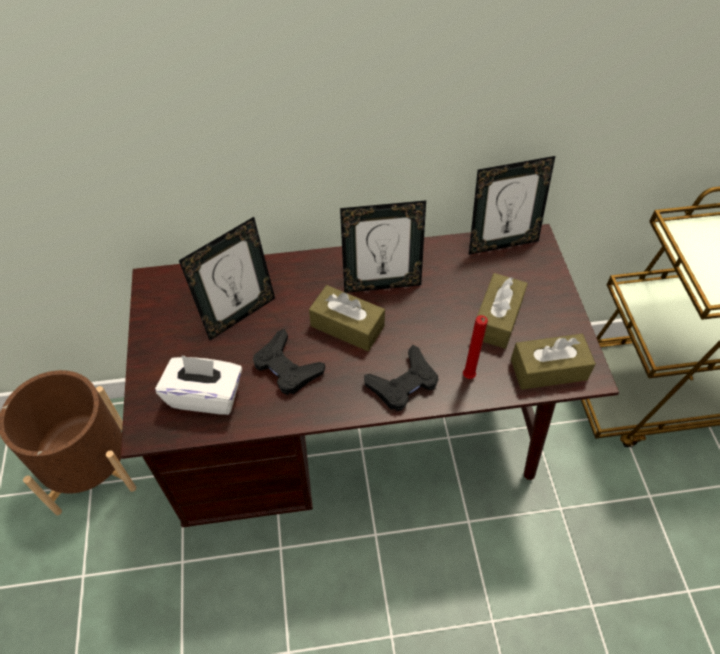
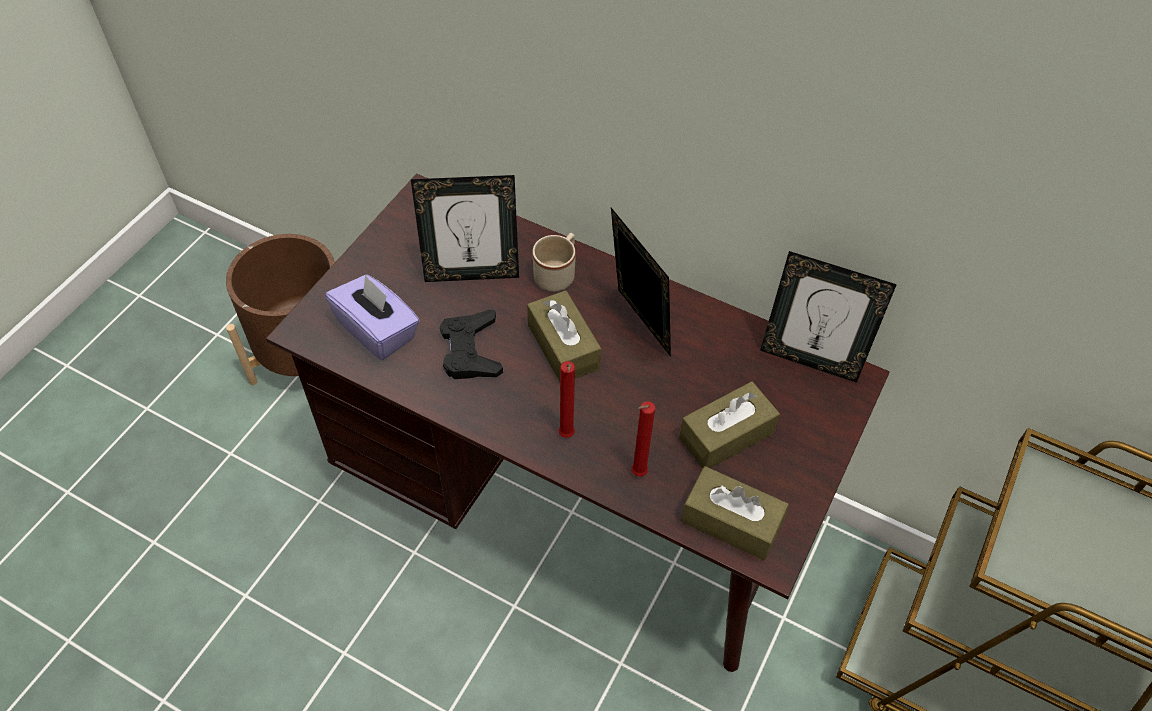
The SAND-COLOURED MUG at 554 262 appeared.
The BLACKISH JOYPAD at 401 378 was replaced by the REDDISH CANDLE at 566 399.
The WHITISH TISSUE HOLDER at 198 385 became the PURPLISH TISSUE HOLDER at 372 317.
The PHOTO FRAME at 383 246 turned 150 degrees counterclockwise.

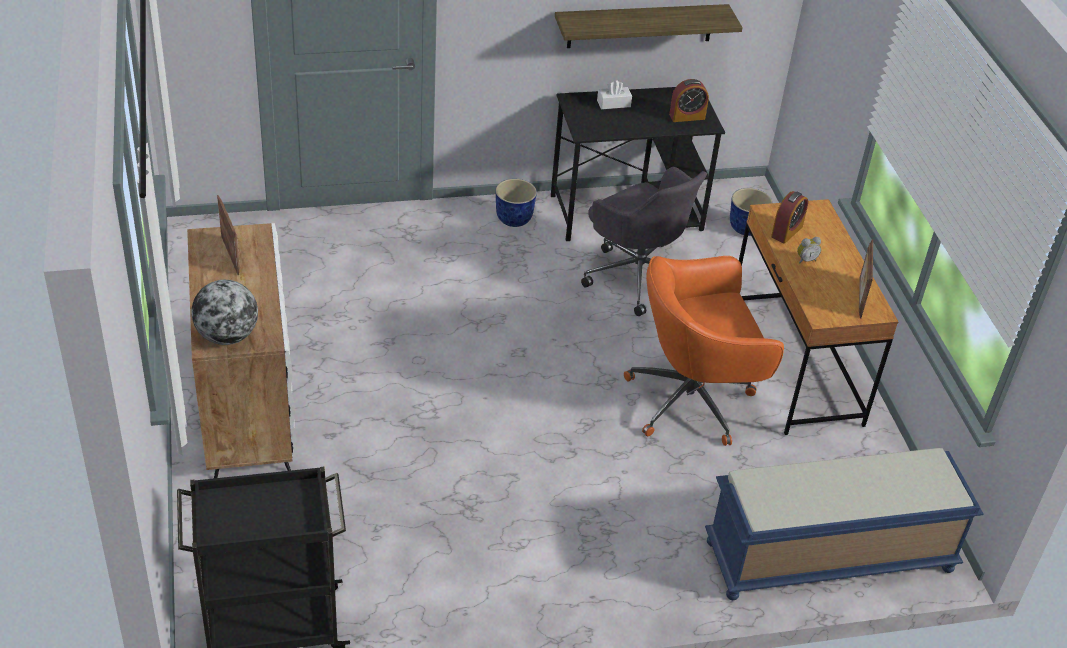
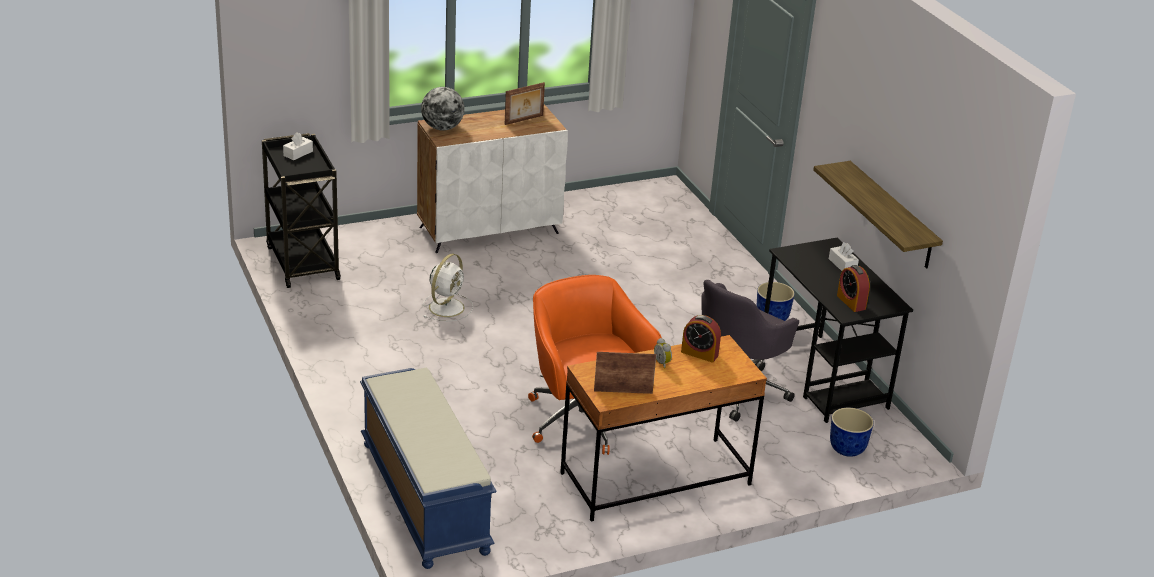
The WHITISH TISSUE HOLDER at 298 146 appeared.
The WHITISH COOLING FAN at 448 288 appeared.

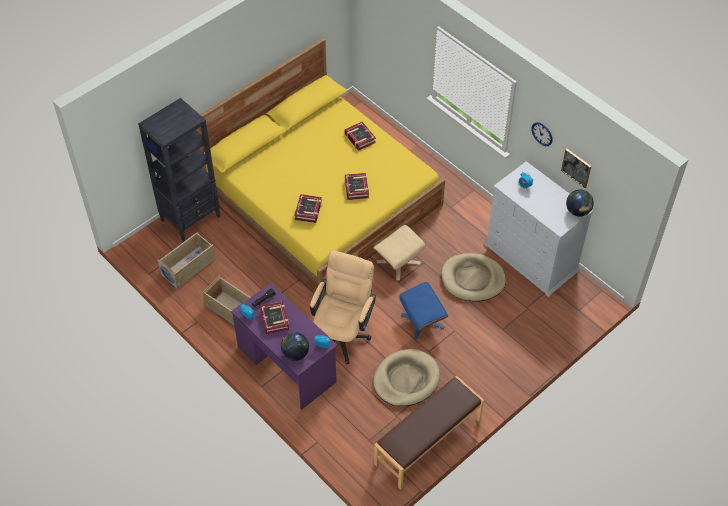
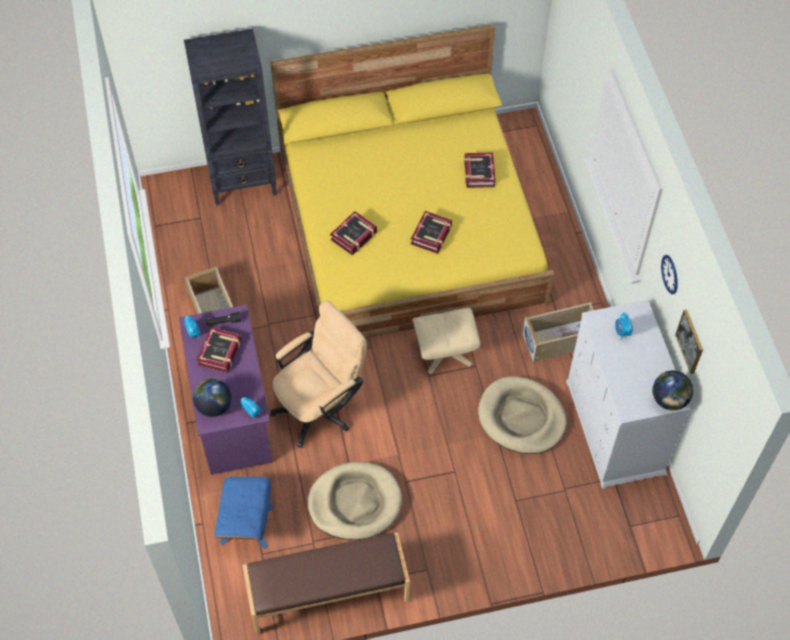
The SAND-COLOURED STORAGE CONTAINER moved from 186 260 to 557 332.
The BLUE OTTOMAN moved from 423 310 to 244 512.

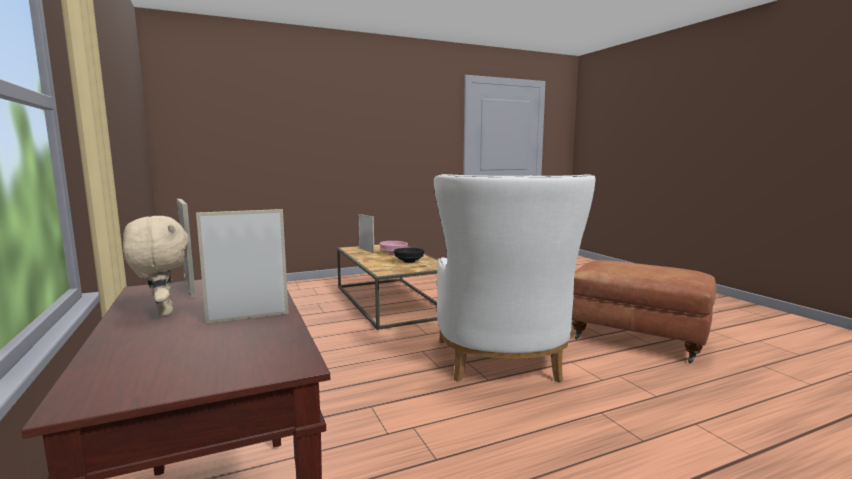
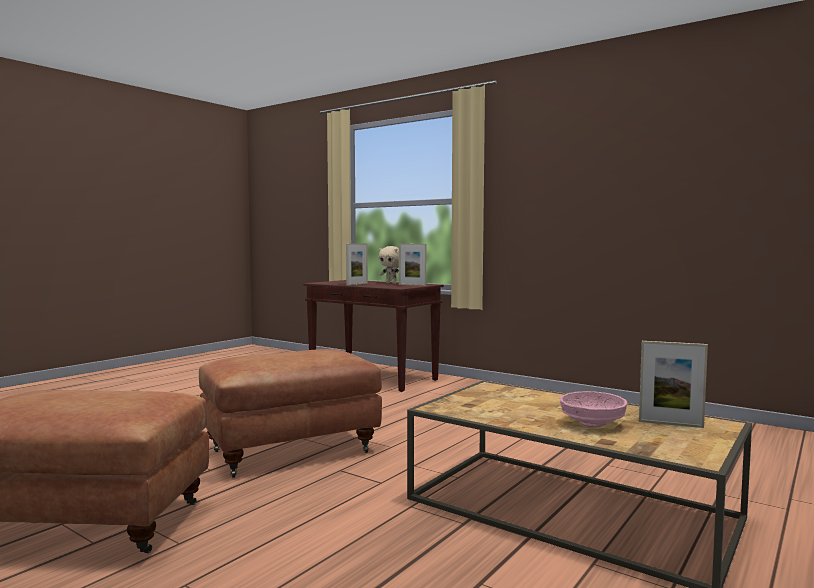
The BLACKISH SERVING BOWL at 409 255 disappeared.
The WHITISH EASY CHAIR at 515 278 was replaced by the BROWN OTTOMAN at 290 413.

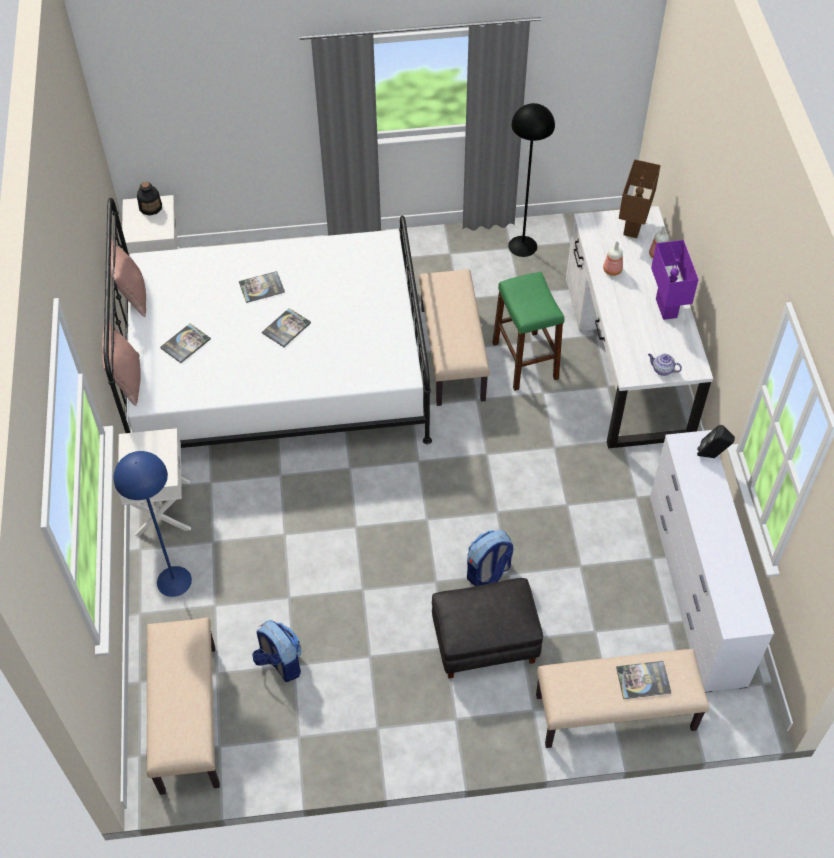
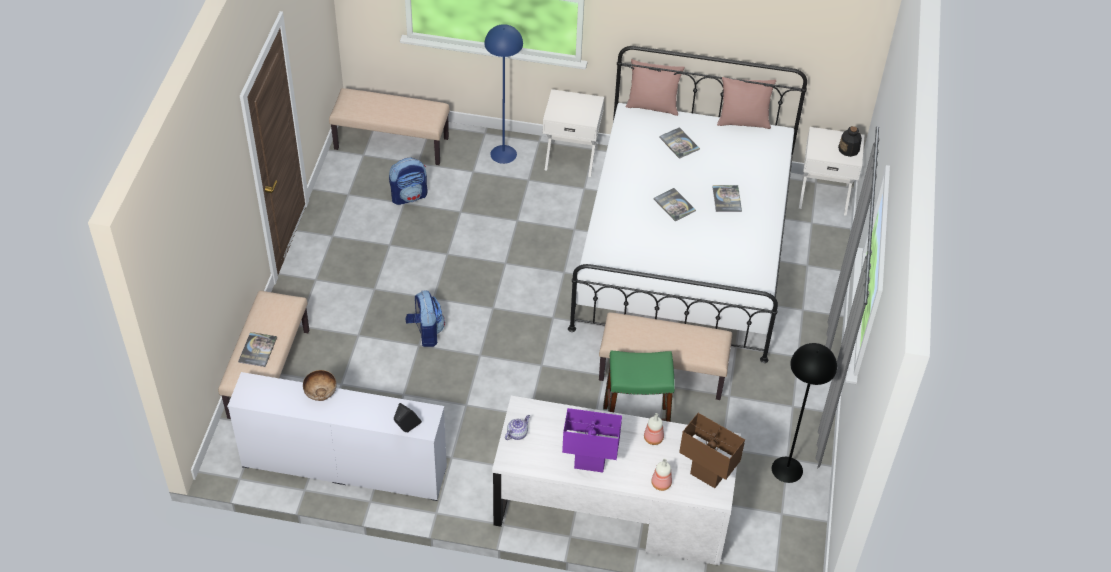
The BLACKISH OTTOMAN at 487 628 disappeared.
The SERVING BOWL at 320 385 appeared.

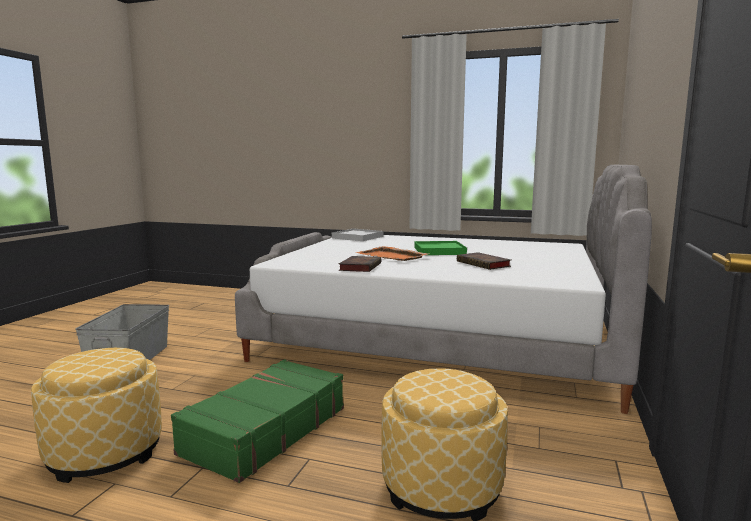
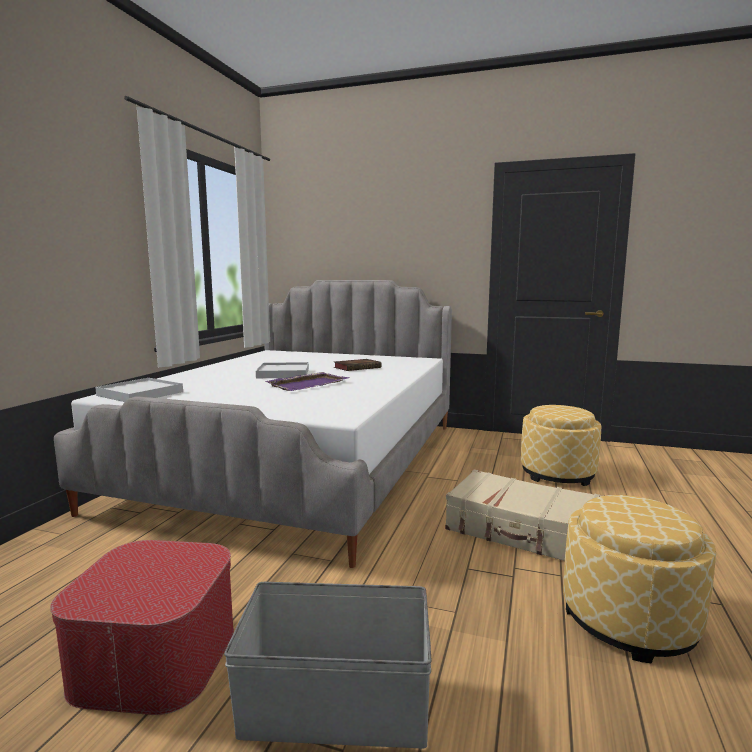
The VOLUME at 360 264 disappeared.
The OTTOMAN at 142 627 appeared.
The GREEN PIECE OF LUGGAGE at 257 421 became the SAND-COLOURED PIECE OF LUGGAGE at 523 515.
The ORANGEY TRAY at 392 253 became the PURPLISH TRAY at 306 381.
The GREEN TRAY at 441 248 became the WHITISH TRAY at 282 370.

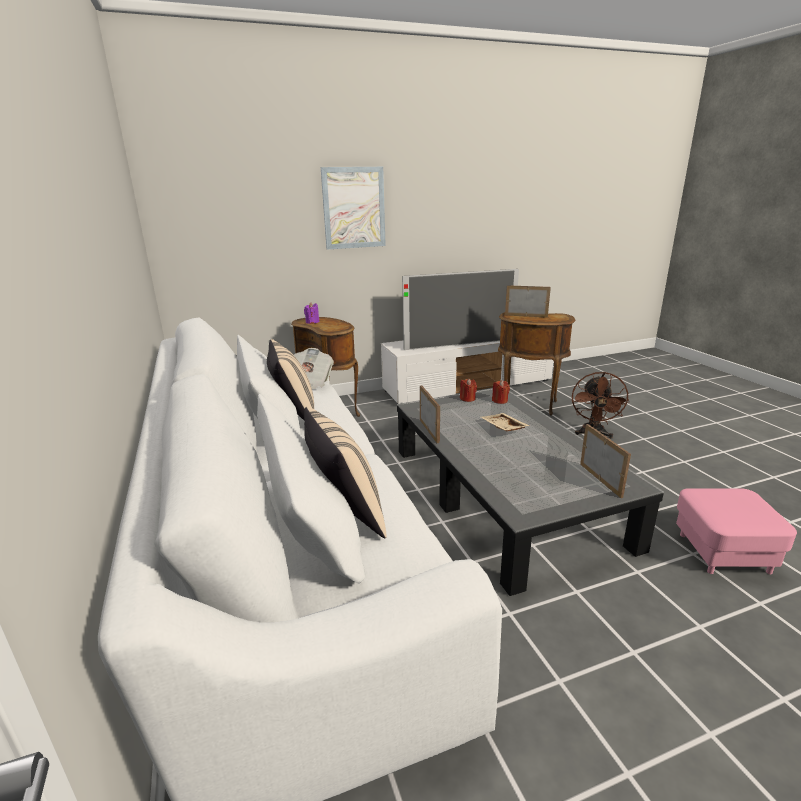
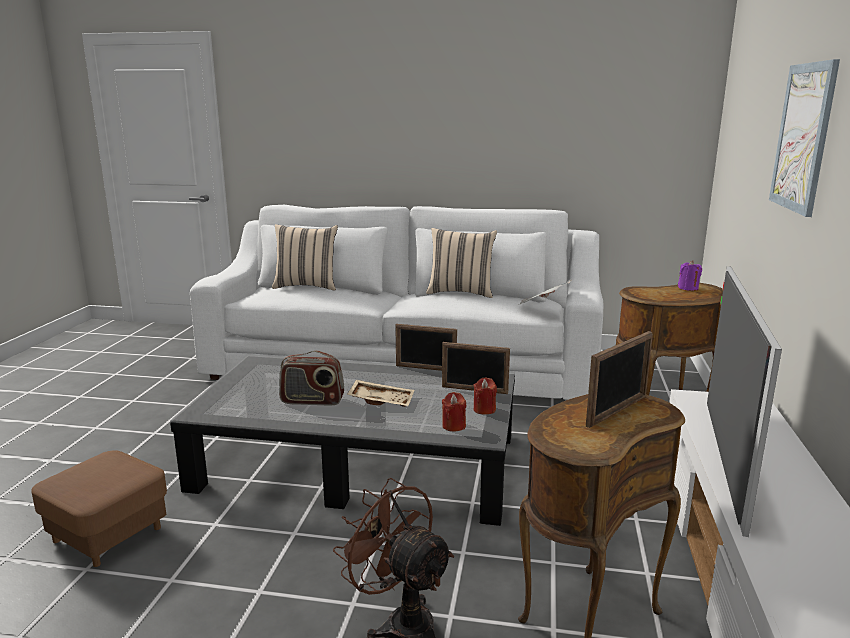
The RADIO RECEIVER at 311 378 appeared.
The PHOTO FRAME moved from 605 461 to 476 368.
The PINK-COLOURED OTTOMAN at 736 531 became the BROWN OTTOMAN at 99 508.

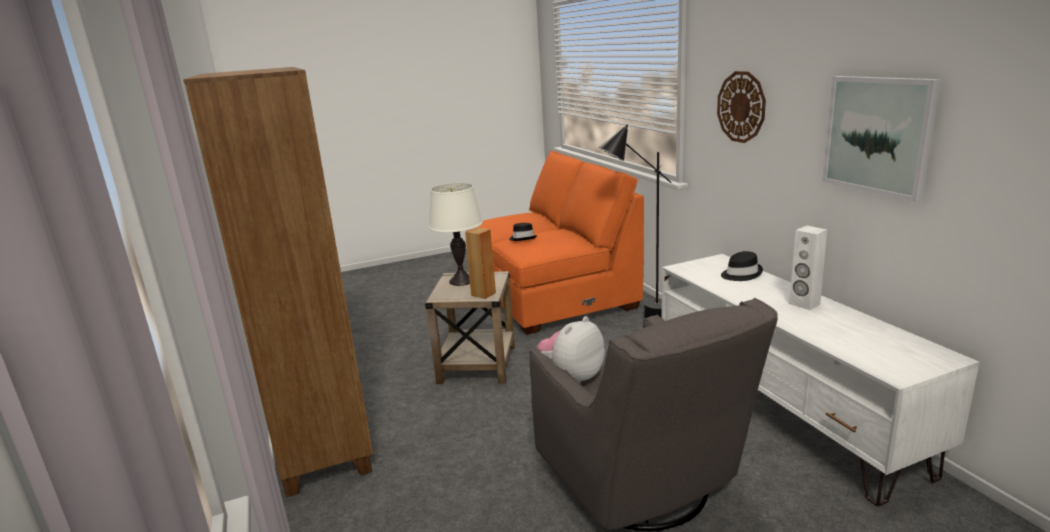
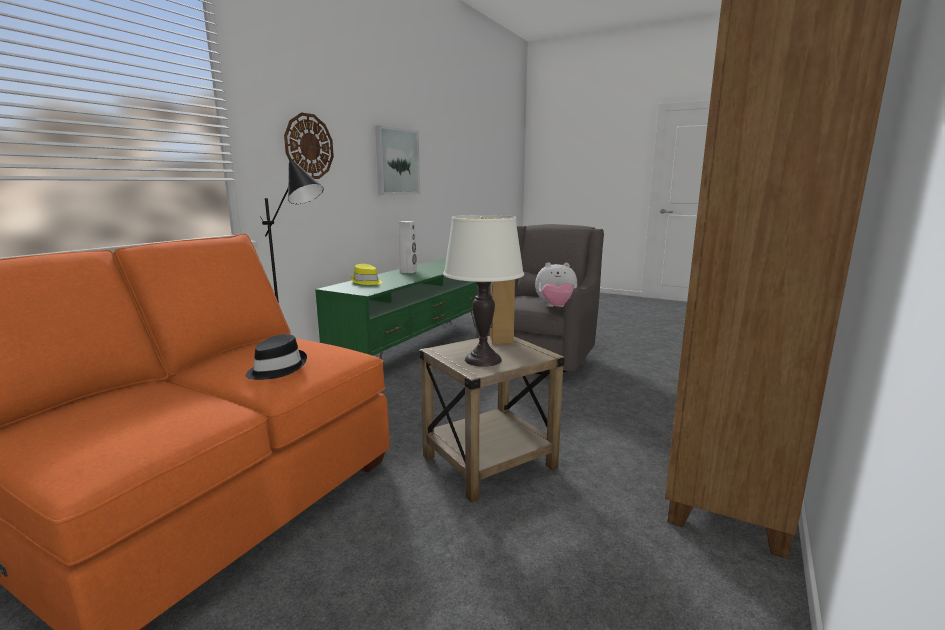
The WHITISH TV UNIT at 820 380 became the GREEN TV UNIT at 396 308.
The BLACKISH CLOTHING HAT at 742 266 became the YELLOW CLOTHING HAT at 366 274.

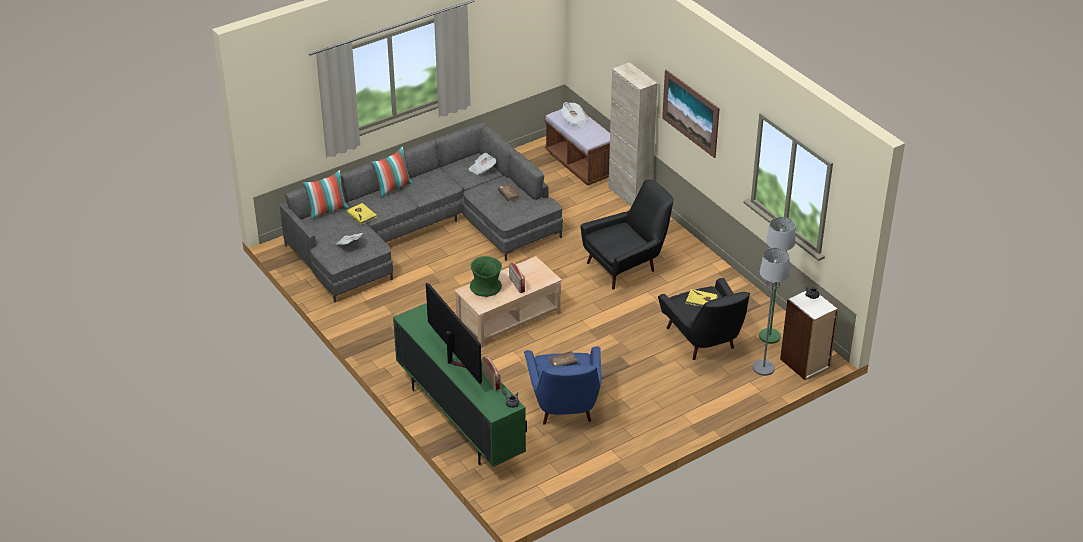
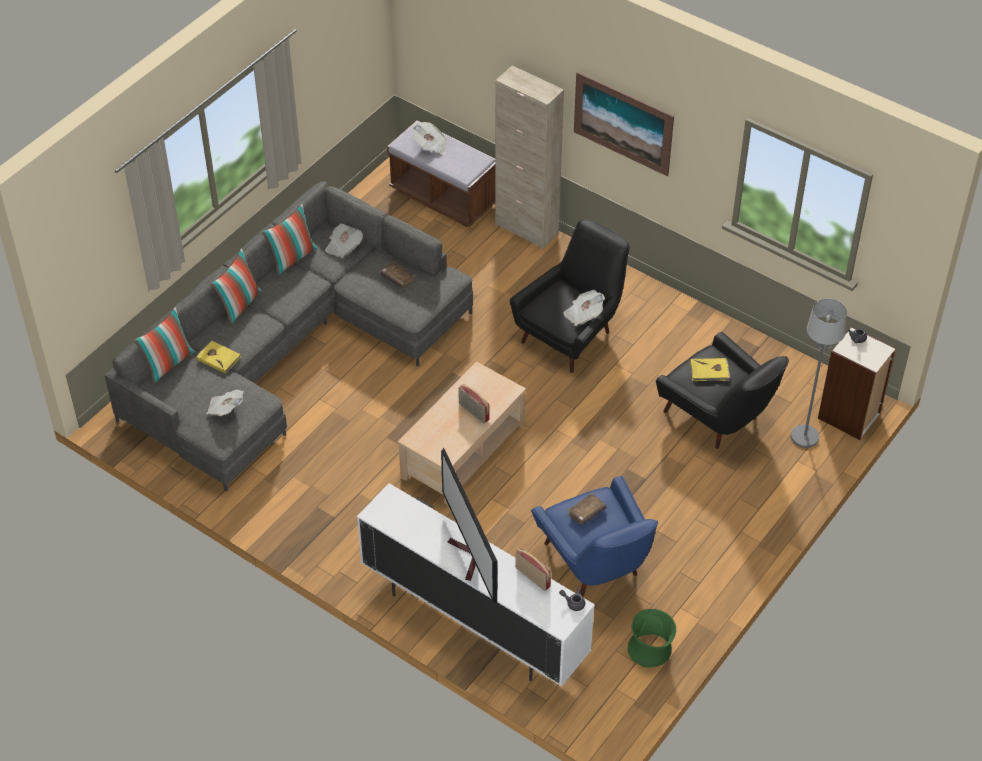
The GREEN FLOOR LAMP at 777 280 disappeared.
The CUSHION at 289 240 appeared.
The PRINTED PAPER at 584 308 appeared.
The GREEN VASE moved from 486 276 to 652 638.
The GREEN TV UNIT at 460 385 became the WHITISH TV UNIT at 476 584.
The TELEVISION at 454 333 turned 150 degrees counterclockwise.

